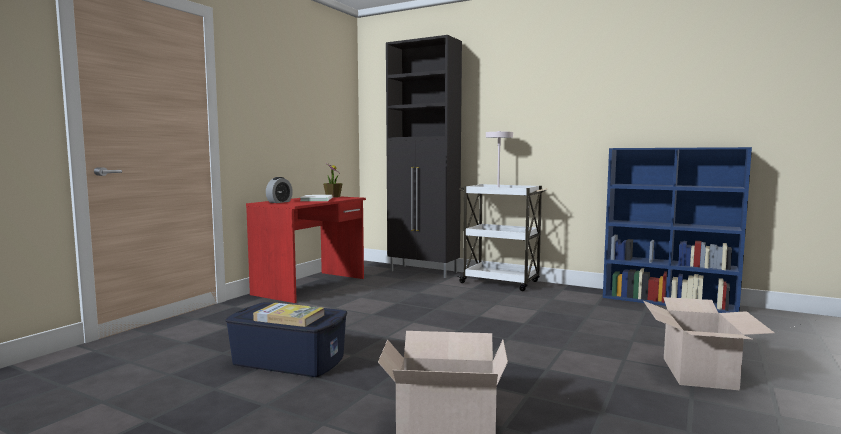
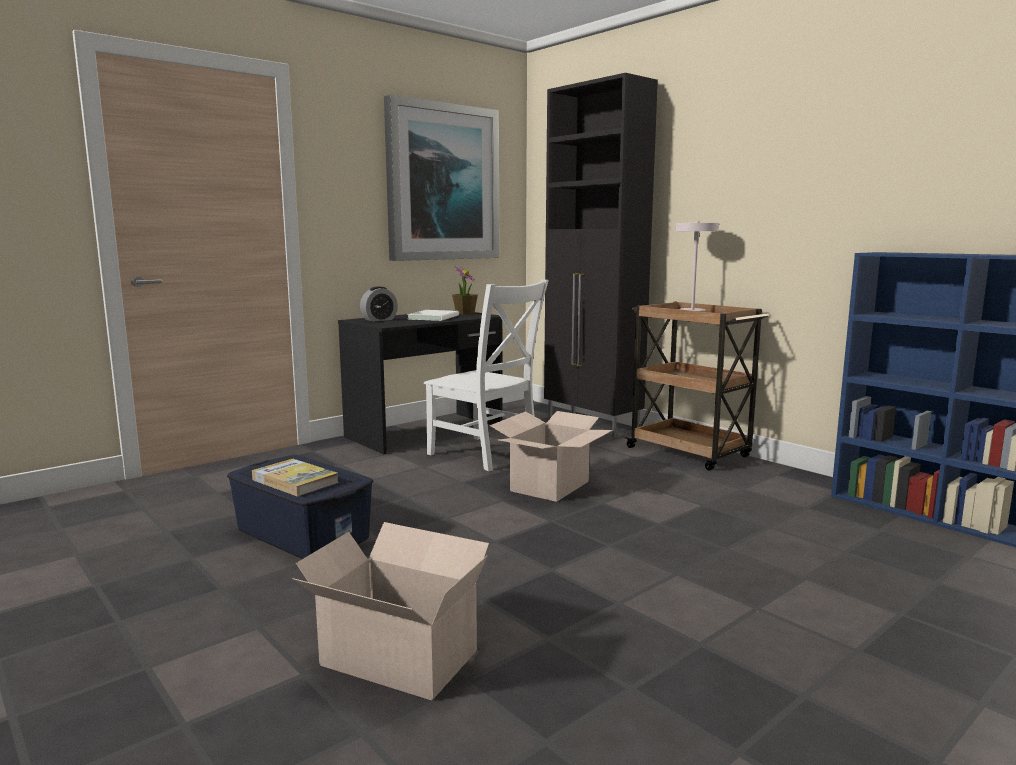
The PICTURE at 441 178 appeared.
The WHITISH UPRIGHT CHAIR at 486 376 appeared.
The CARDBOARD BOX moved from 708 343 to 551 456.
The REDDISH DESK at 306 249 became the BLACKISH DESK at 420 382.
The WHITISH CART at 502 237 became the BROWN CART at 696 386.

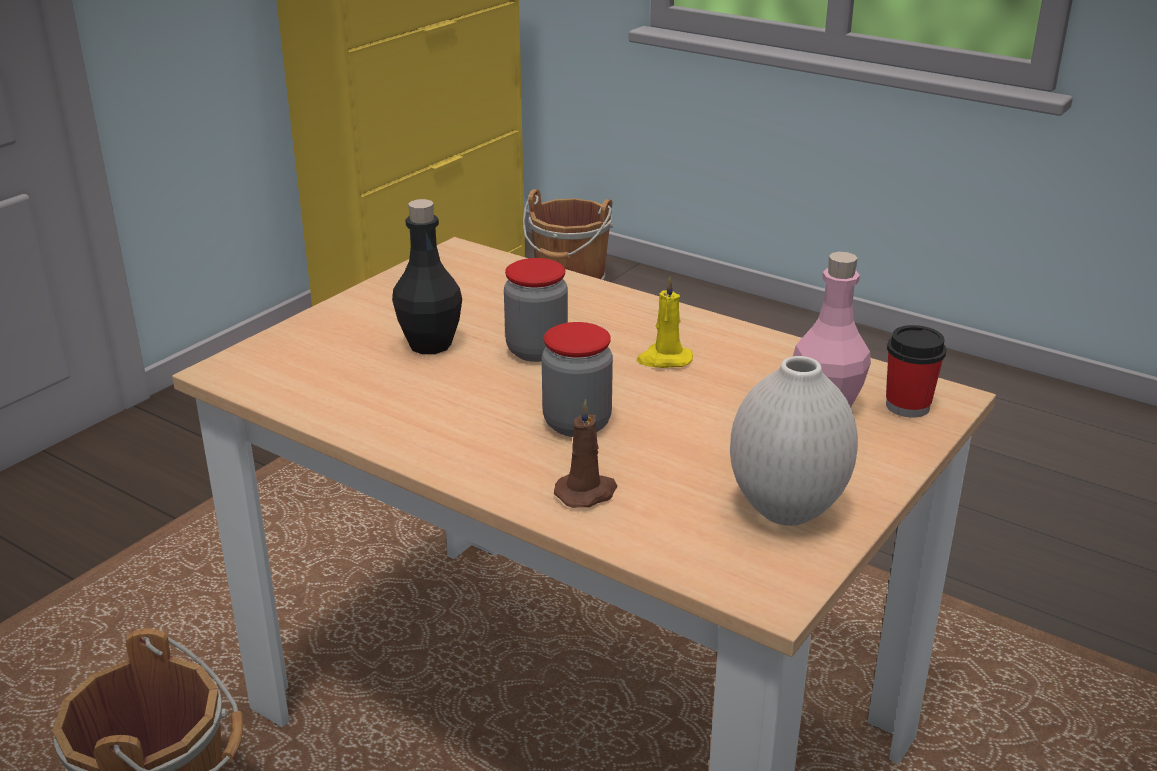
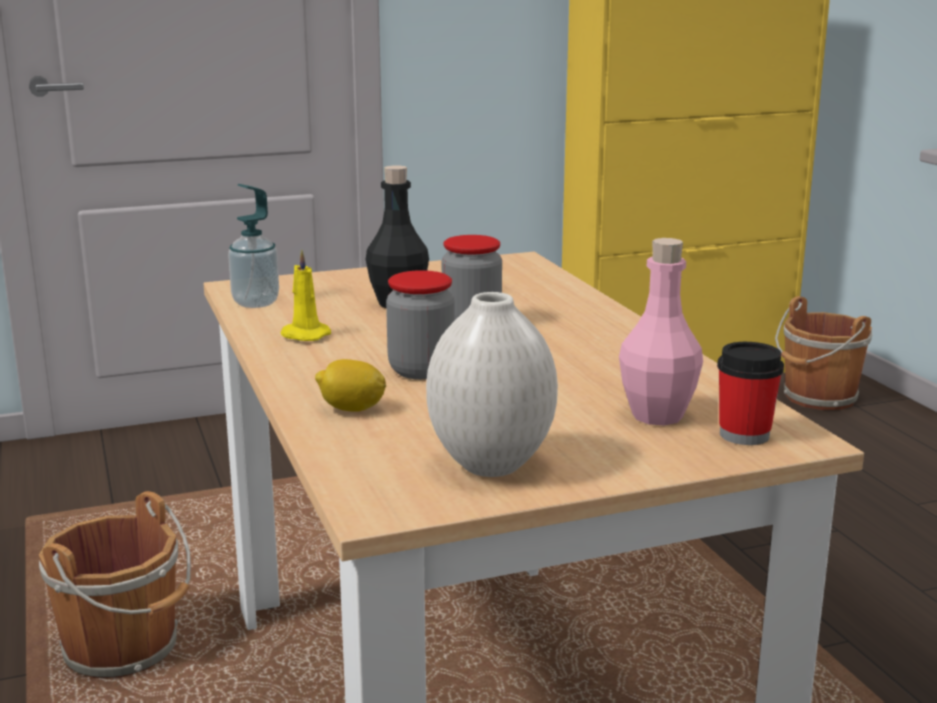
The LIQUID SOAP BOTTLE at 253 246 appeared.
The YELLOW CANDLE moved from 664 322 to 305 295.
The BROWN CANDLE at 585 453 was replaced by the WHOLE LEMON at 350 385.

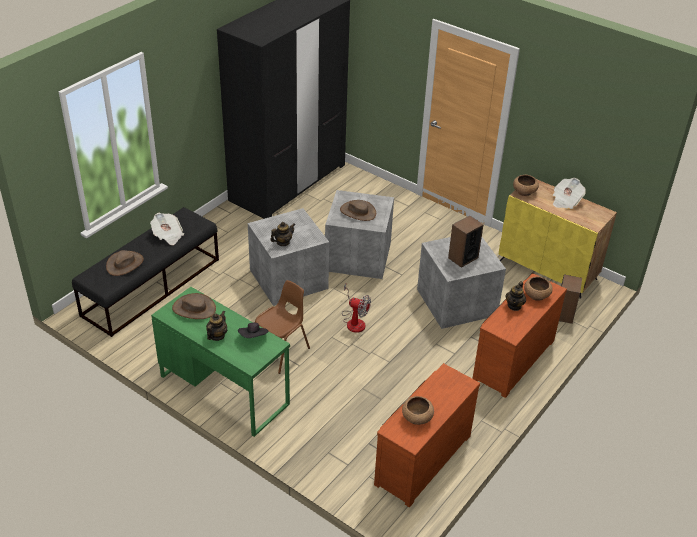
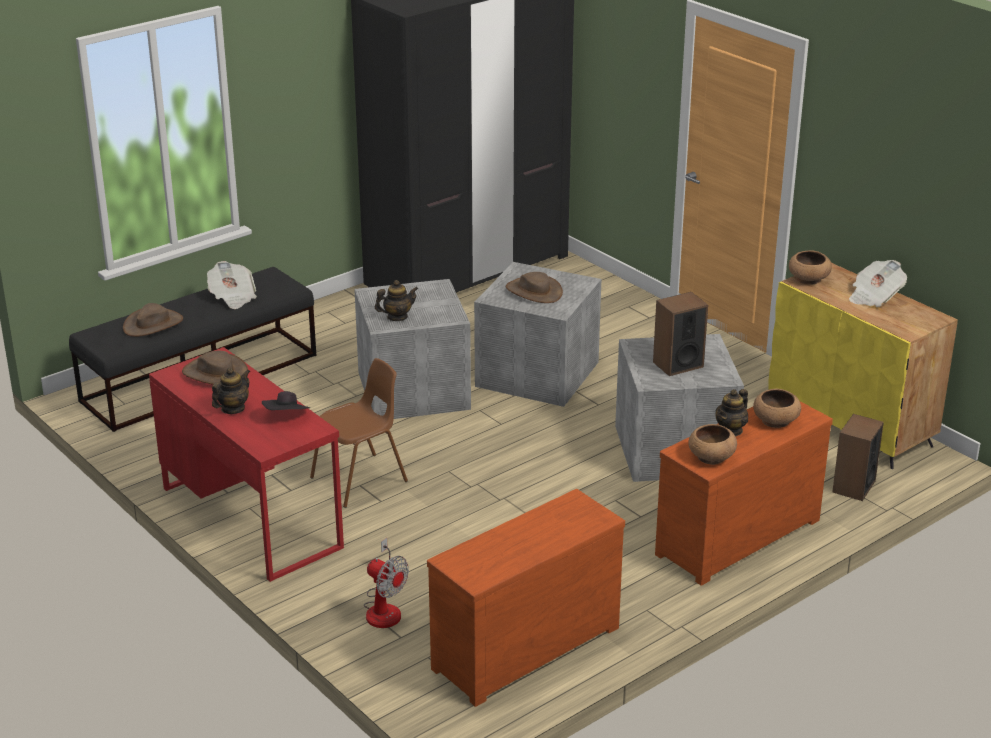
The COOLING FAN moved from 356 308 to 386 583.
The BROWN SERVING BOWL moved from 418 410 to 712 444.
The GREEN DESK at 220 362 became the REDDISH DESK at 246 464.

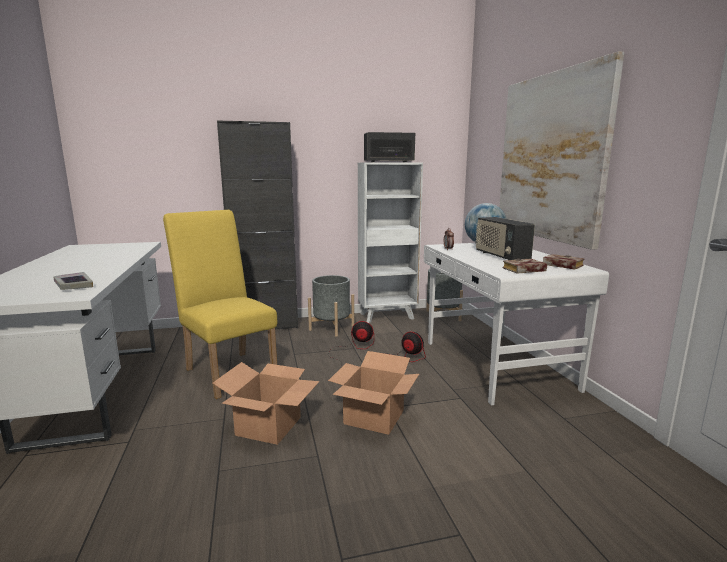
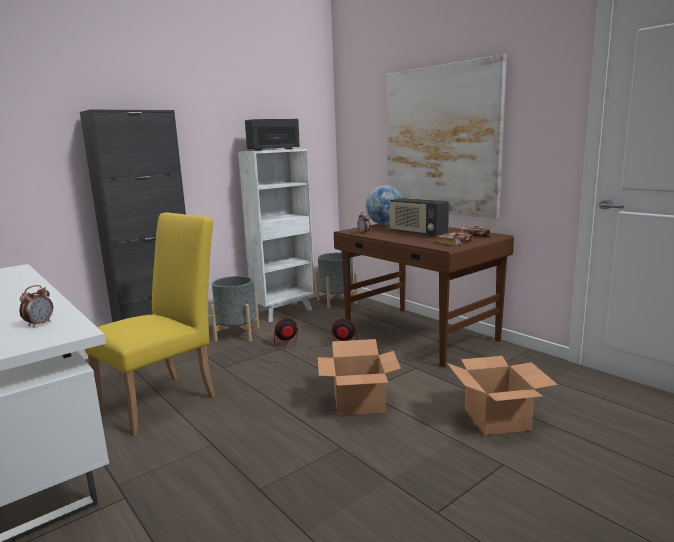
The CARDBOARD BOX moved from 266 403 to 502 395.
The VOLUME at 73 281 was replaced by the ALARM CLOCK at 36 306.
The WHITISH DESK at 516 324 became the BROWN DESK at 424 296.
The YELLOW UPRIGHT CHAIR at 220 304 turned 105 degrees clockwise.

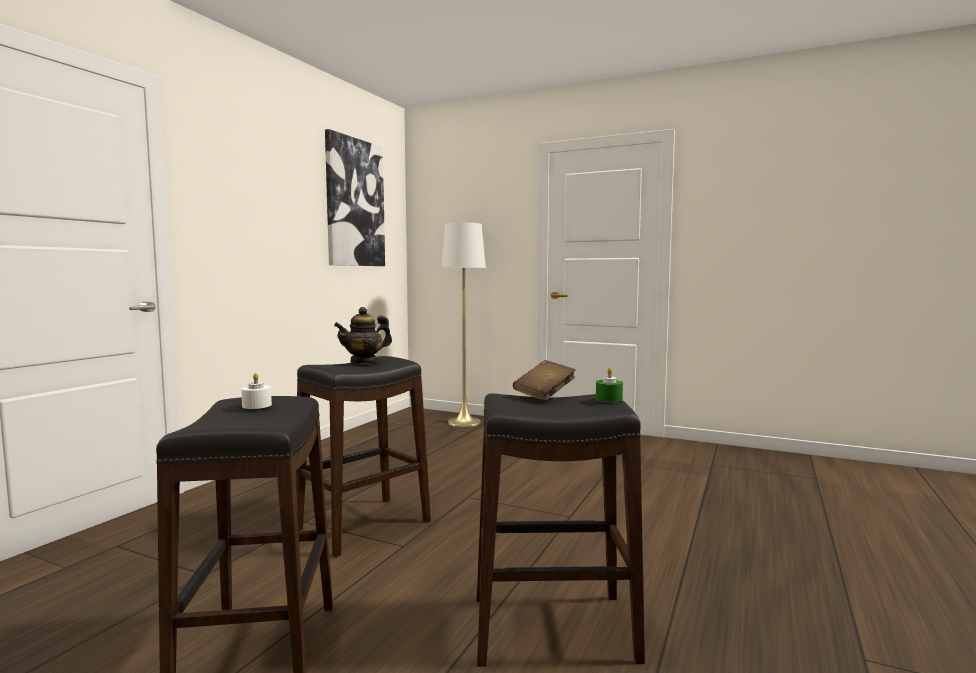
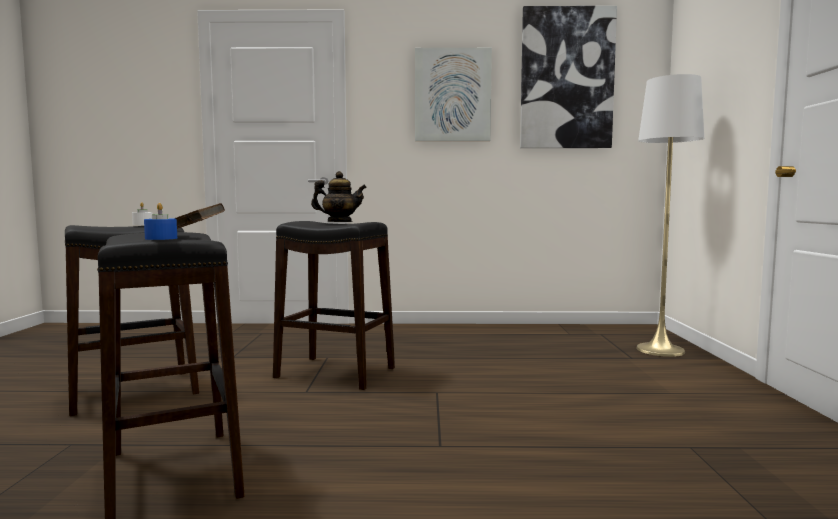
The PICTURE at 453 94 appeared.
The GREEN CANDLE at 609 385 became the BLUE CANDLE at 160 221.
The TEA POT at 363 335 turned 150 degrees clockwise.

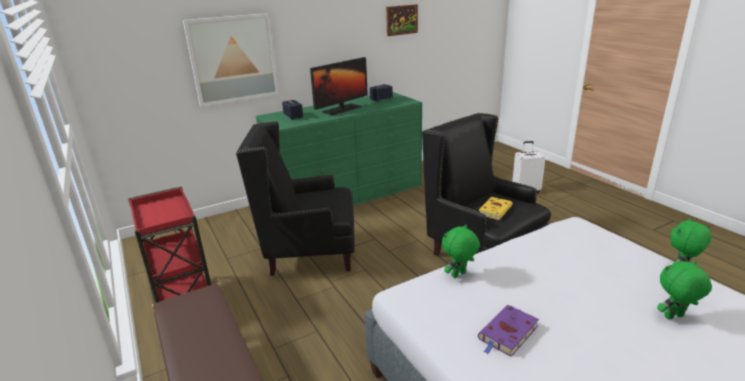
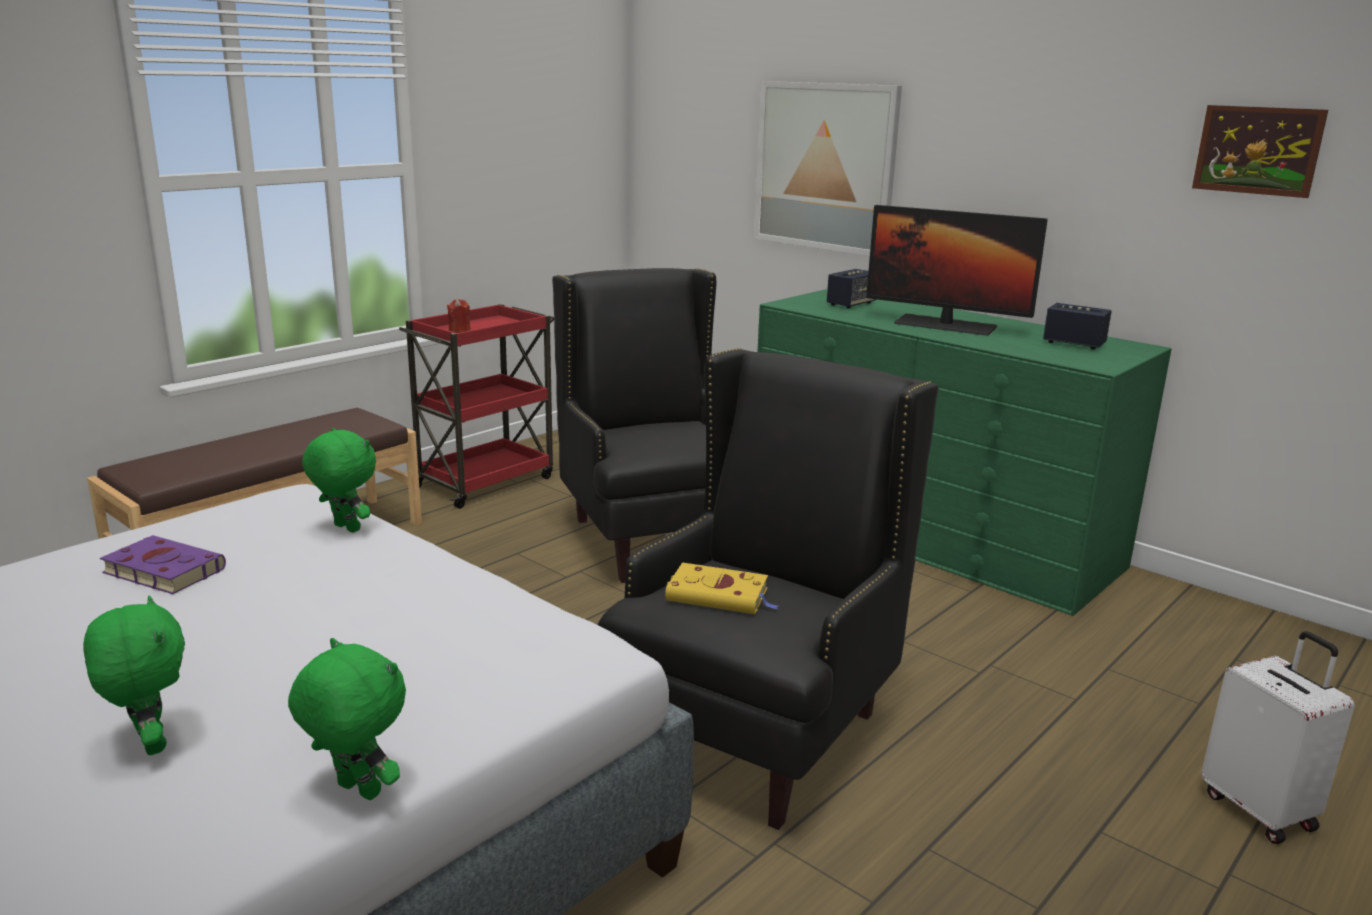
The REDDISH CANDLE at 459 316 appeared.

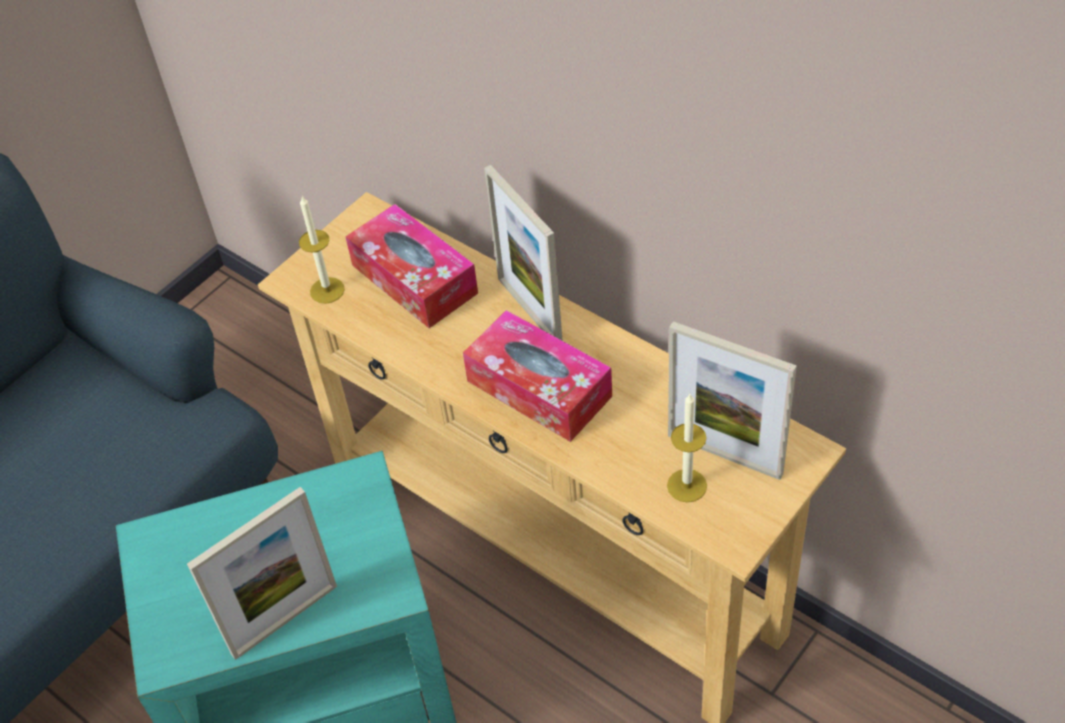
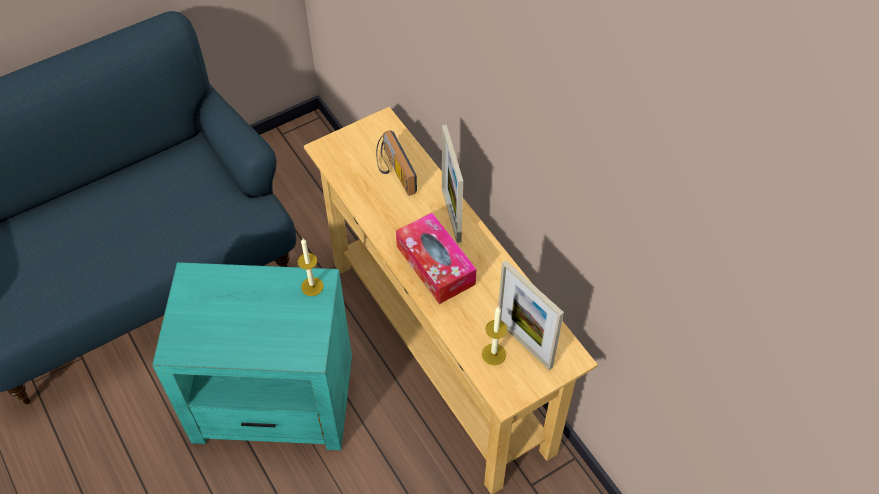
The PHOTO FRAME at 262 573 disappeared.
The CANDLE moved from 322 250 to 310 267.
The TISSUE HOLDER at 411 266 was replaced by the RADIO RECEIVER at 396 163.

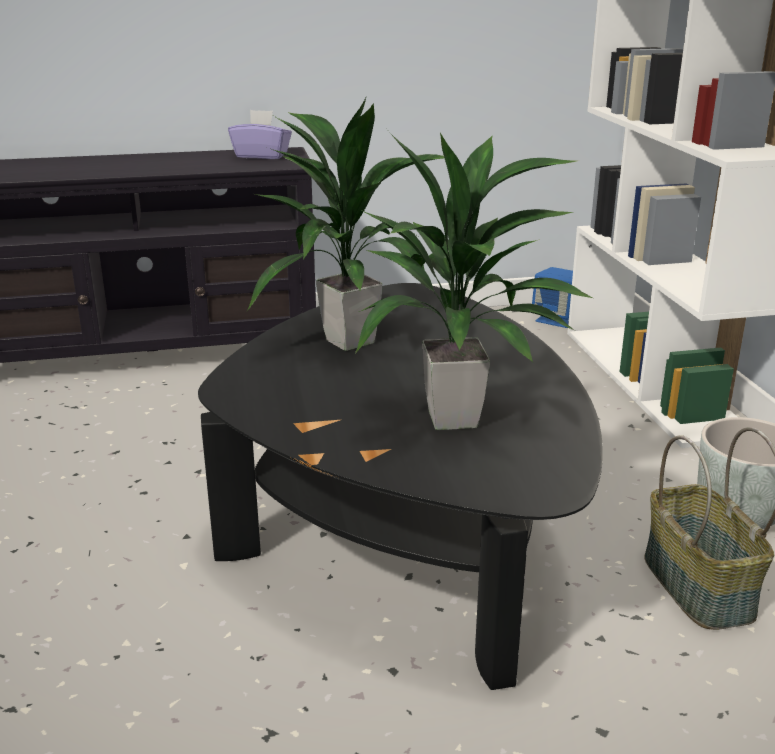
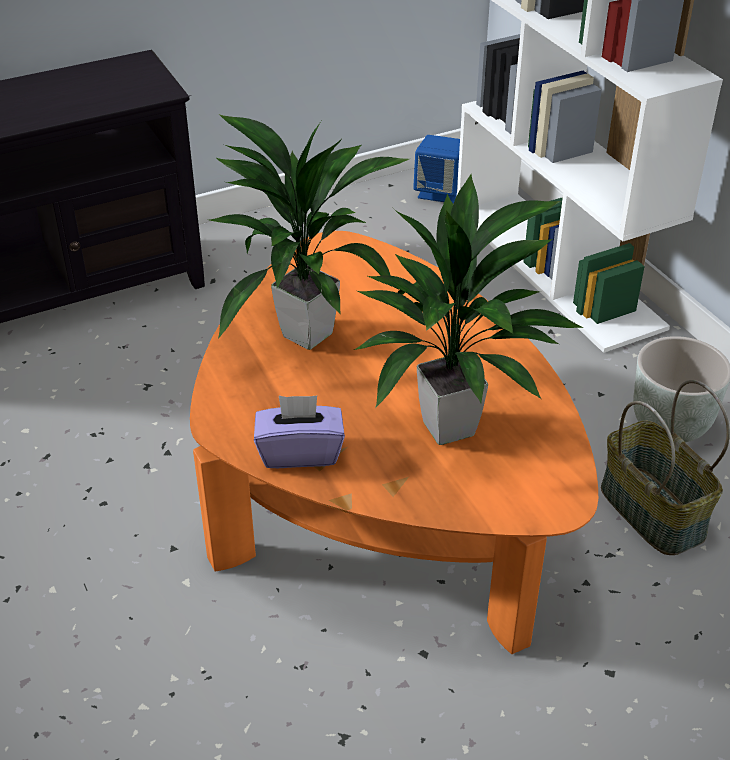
The PURPLISH TISSUE HOLDER moved from 260 134 to 299 432.
The BLACKISH COFFEE TABLE at 400 486 became the ORANGEY COFFEE TABLE at 394 442.

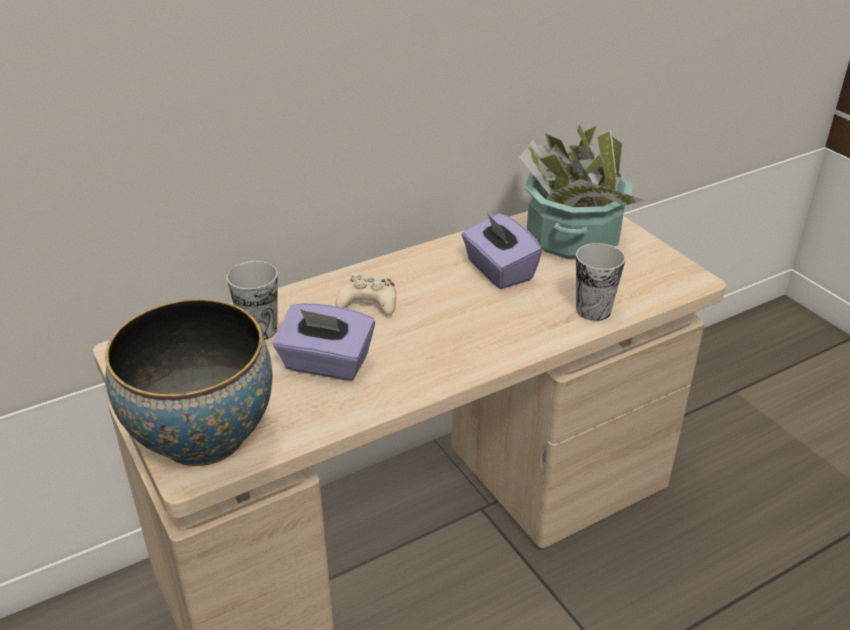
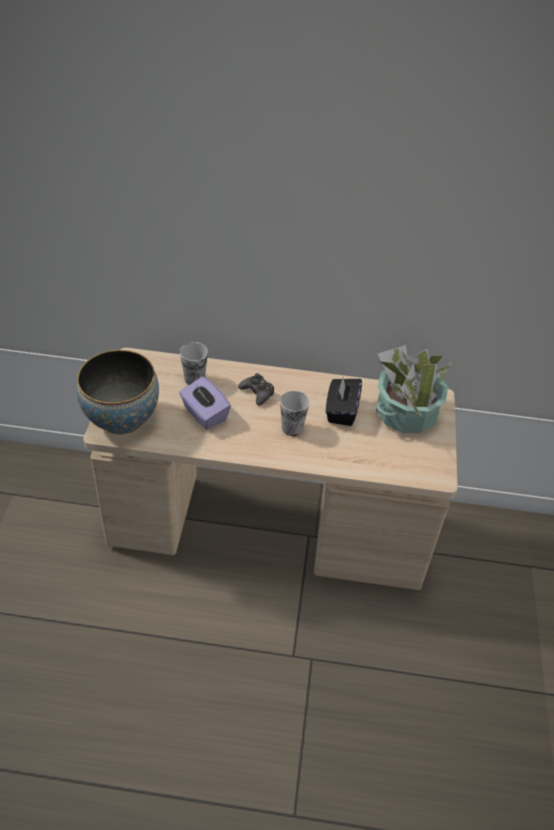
The DRINKING CUP moved from 601 282 to 295 413.
The SAND-COLOURED JOYPAD at 366 293 became the BLACKISH JOYPAD at 256 389.
The PURPLISH TISSUE HOLDER at 502 251 became the BLACKISH TISSUE HOLDER at 344 402.

